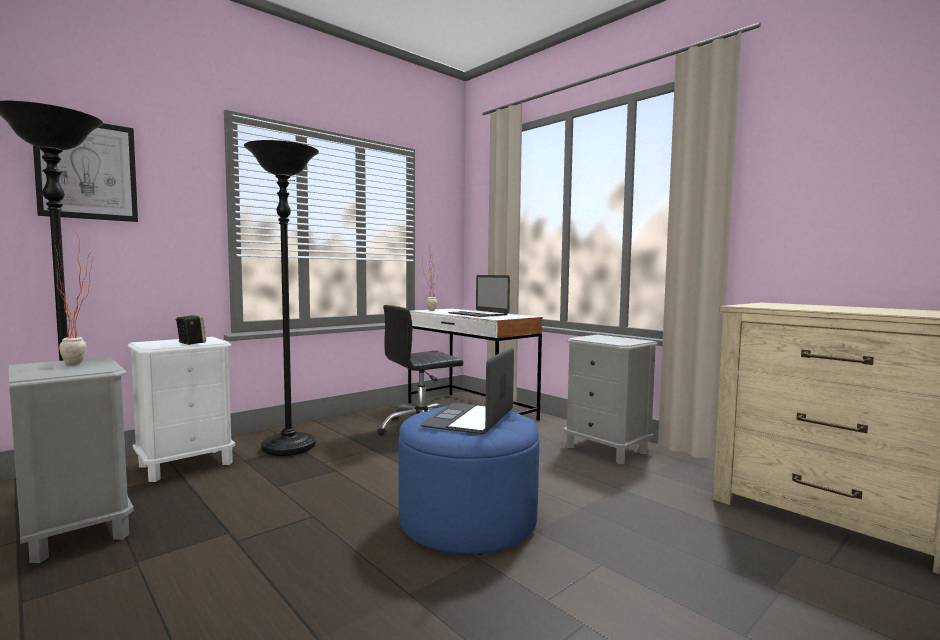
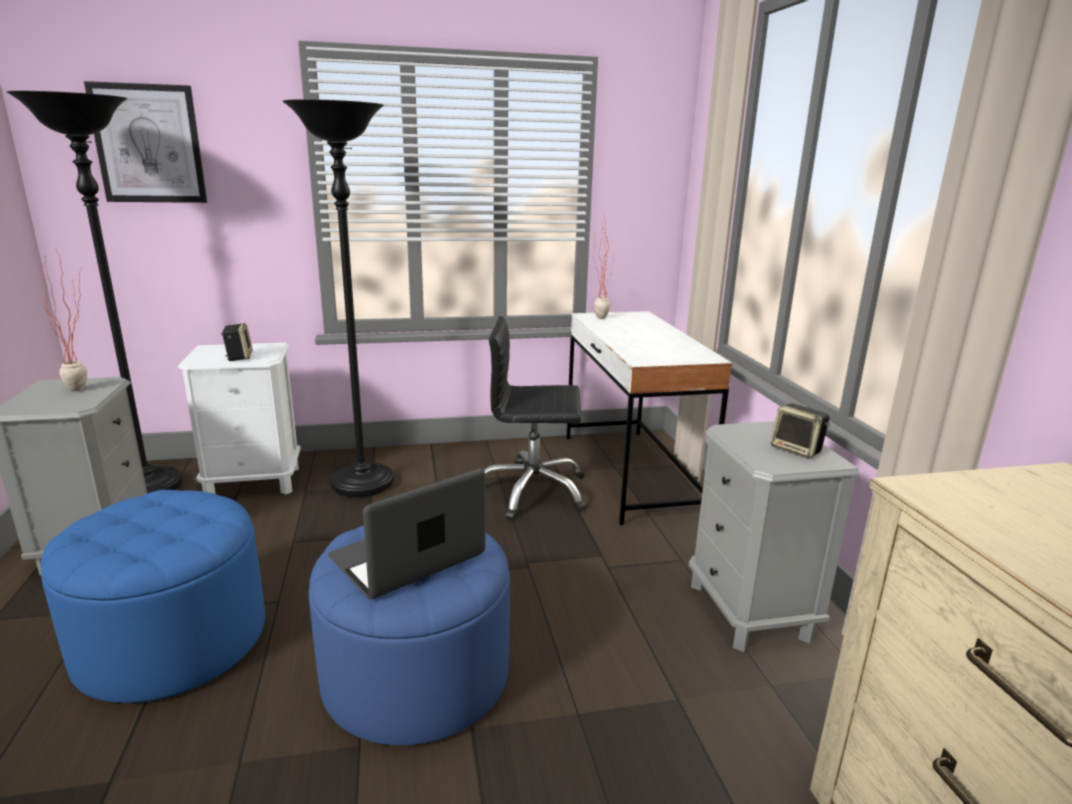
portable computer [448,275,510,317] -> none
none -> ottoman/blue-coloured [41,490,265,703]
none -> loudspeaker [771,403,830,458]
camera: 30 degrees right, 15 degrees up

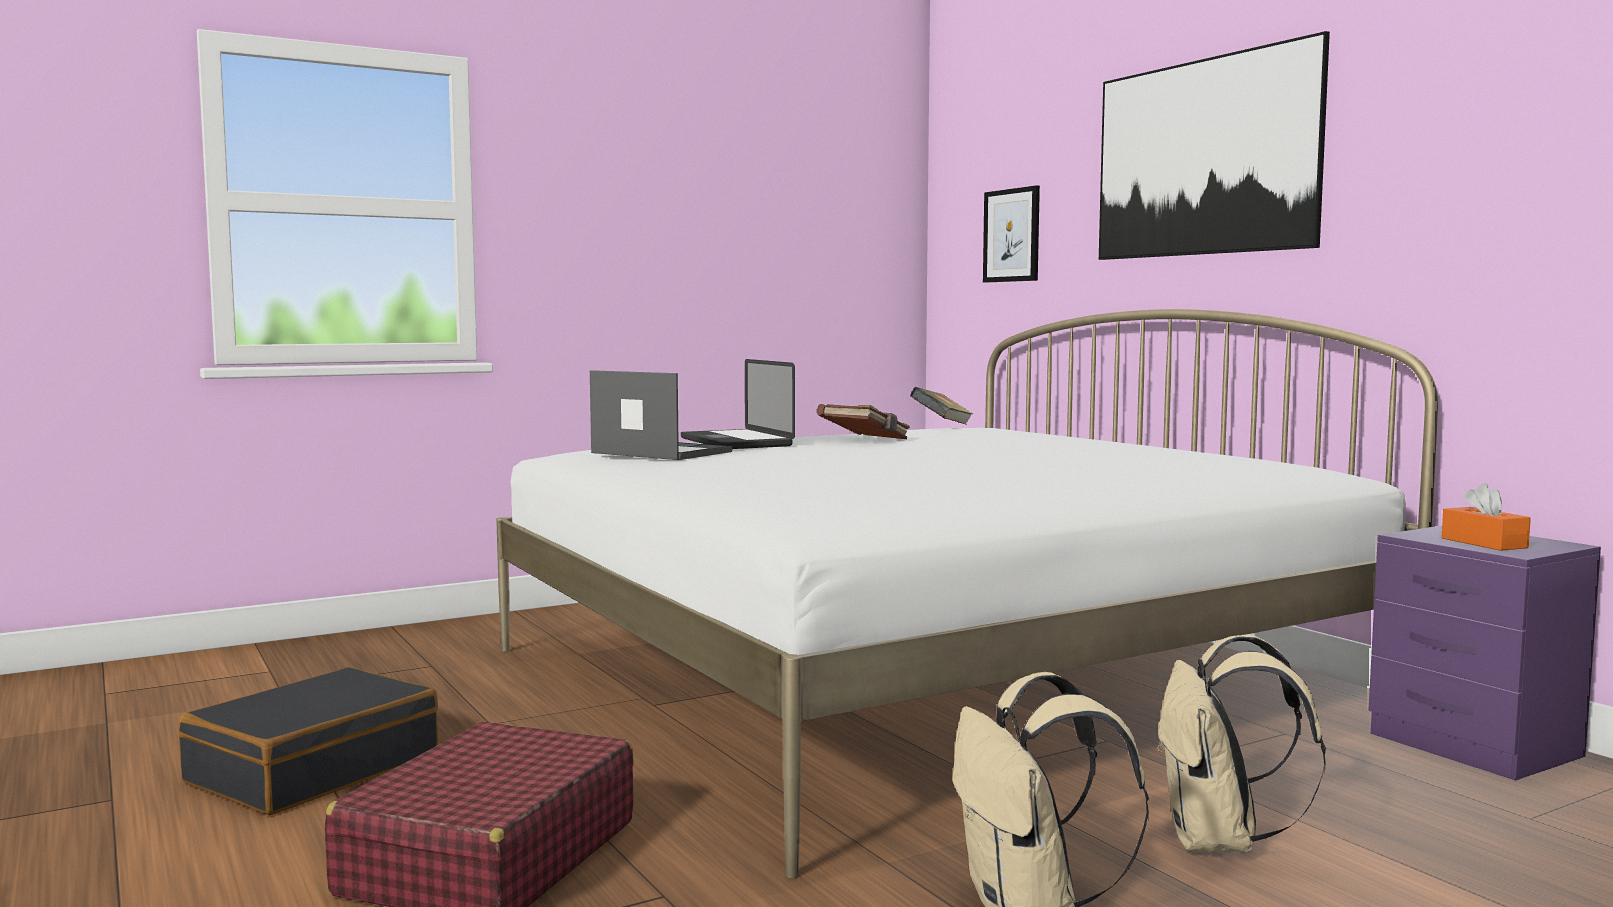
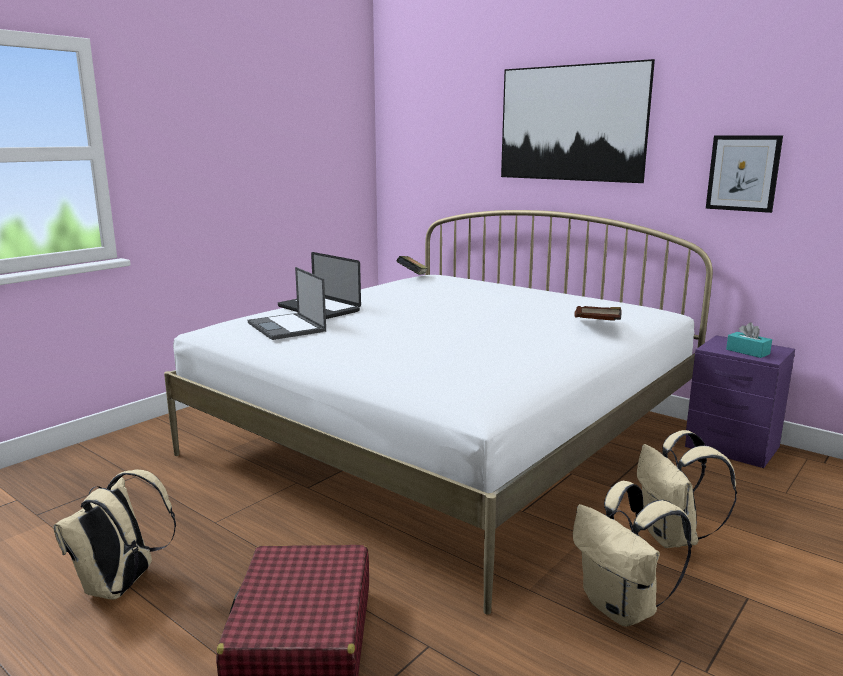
book/brown-coloured [817,404,910,439] -> book/brown-coloured [574,306,621,321], relocated
wall picture [983,185,1040,282] -> wall picture [706,136,783,213], relocated
travel case/blackish [179,667,438,815] -> knapsack/beige-coloured [53,470,176,600]
tissue holder/orangey [1441,483,1531,551] -> tissue holder/turquoise [726,323,772,358]
portable computer [590,370,732,460] -> portable computer [248,267,326,340], 135 degrees counterclockwise
camera: 20 degrees left, 10 degrees up

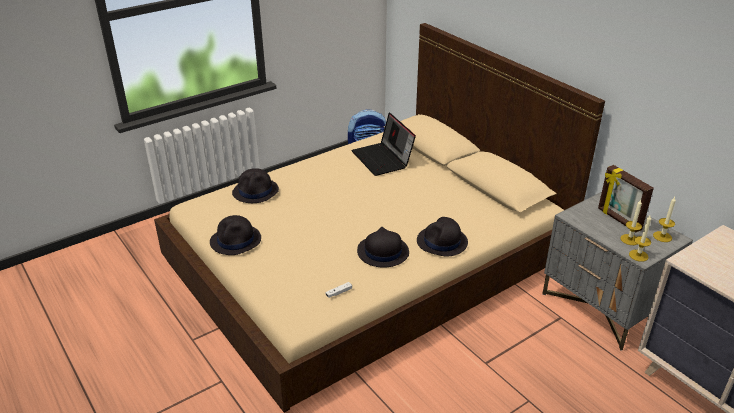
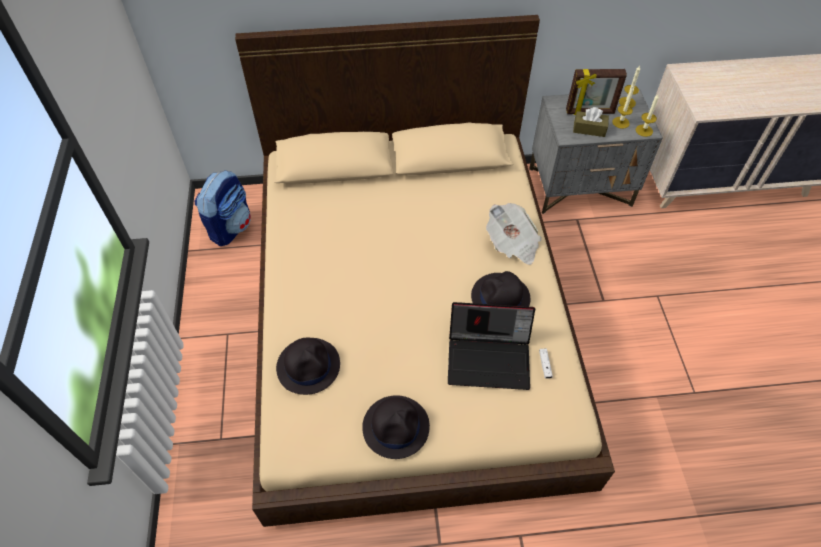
none -> tissue holder/brown-coloured [573,107,609,137]
portable computer [351,113,416,176] -> portable computer [448,302,535,390], relocated
hat/blackish [417,217,468,257] -> daily paper [486,203,542,265]
camera: 60 degrees left, 20 degrees up

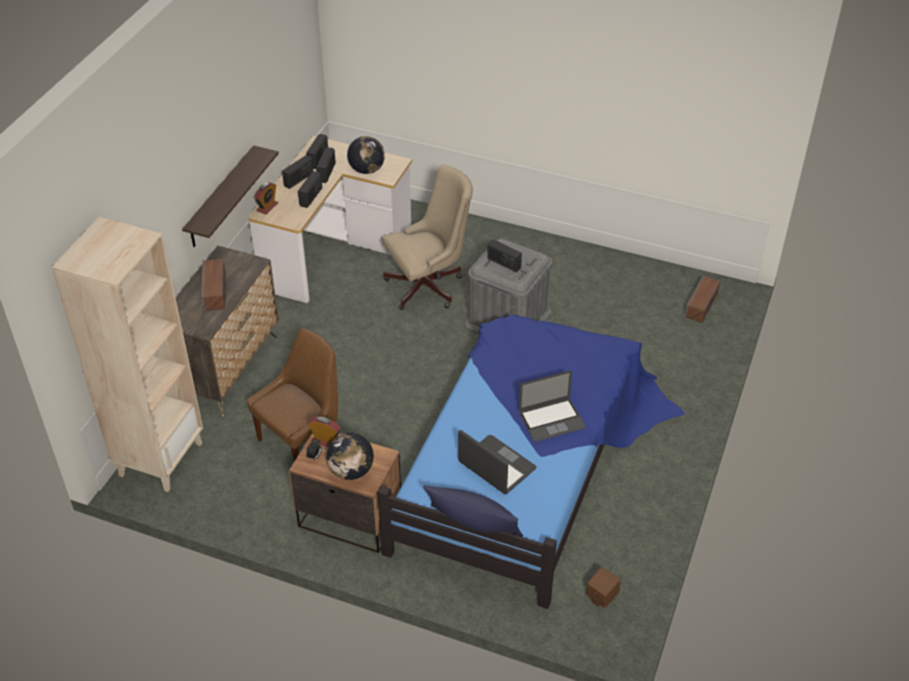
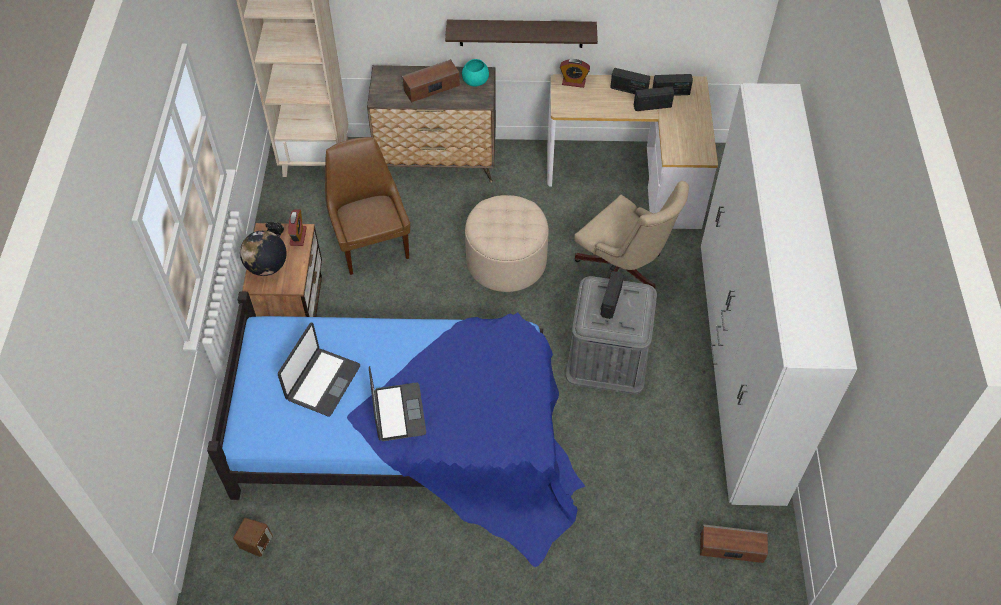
radio set [298,171,322,208] -> none
globe [347,136,385,174] -> none
throw pillow/blue-coloured [424,485,523,537] -> none
none -> deep dish/turquoise [462,59,489,86]
none -> ottoman/beige-coloured [465,195,549,292]
none -> armoire/white-coloured [701,83,857,506]
plain chair/brown-coloured [247,328,338,461] -> plain chair/brown-coloured [325,137,410,275], 135 degrees counterclockwise
portable computer [519,371,586,442] -> portable computer [369,366,426,441], 150 degrees counterclockwise
camera: 70 degrees right, 10 degrees up

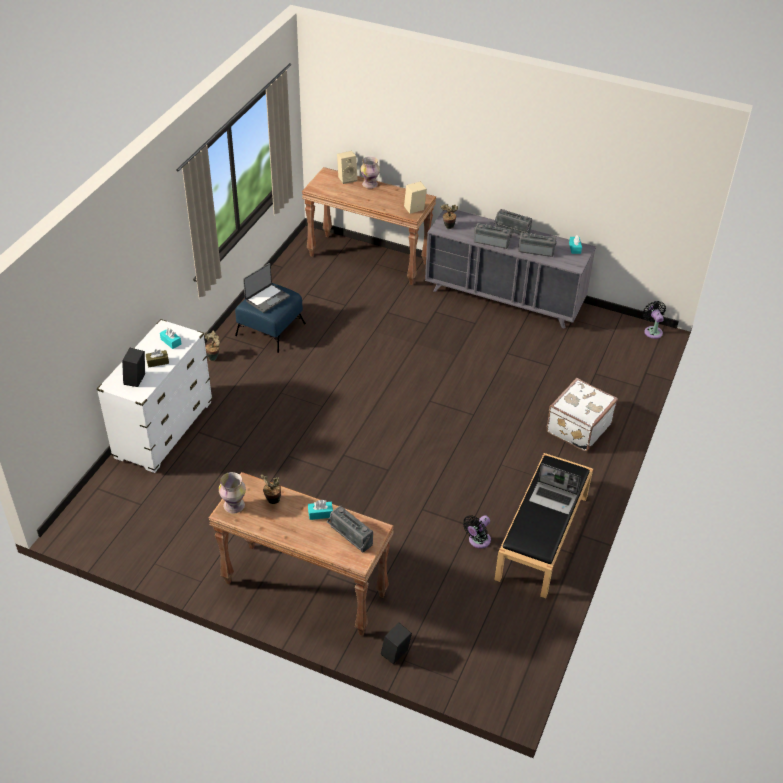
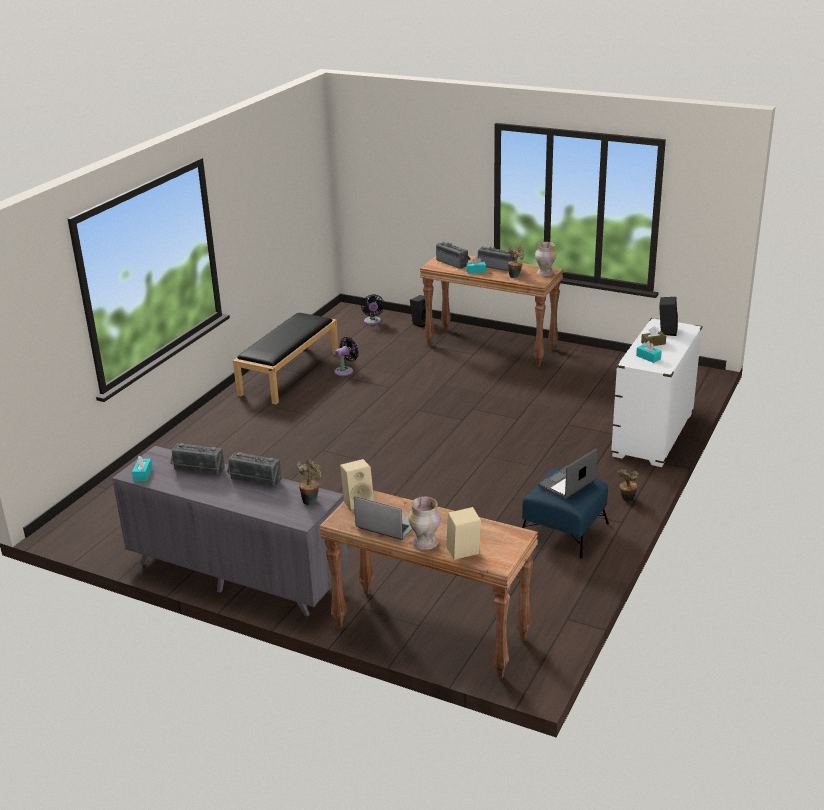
travel case/white-coloured [546,378,618,451] -> none
radio set [494,209,532,235] -> radio set [478,246,515,271], relocated
portable computer [529,463,581,515] -> portable computer [354,496,412,540], relocated
fan/blackish [642,301,666,339] -> fan/blackish [361,294,385,325], relocated
camera: 175 degrees left, 15 degrees down

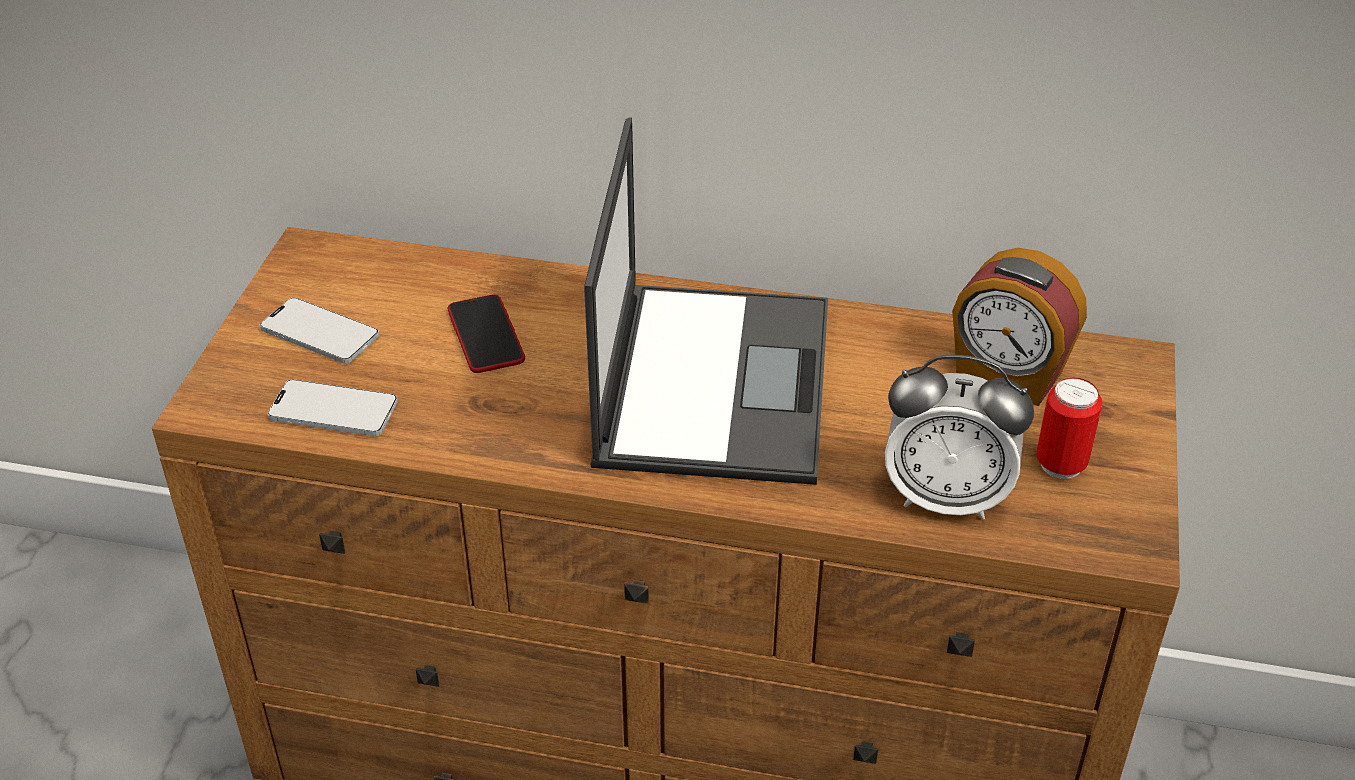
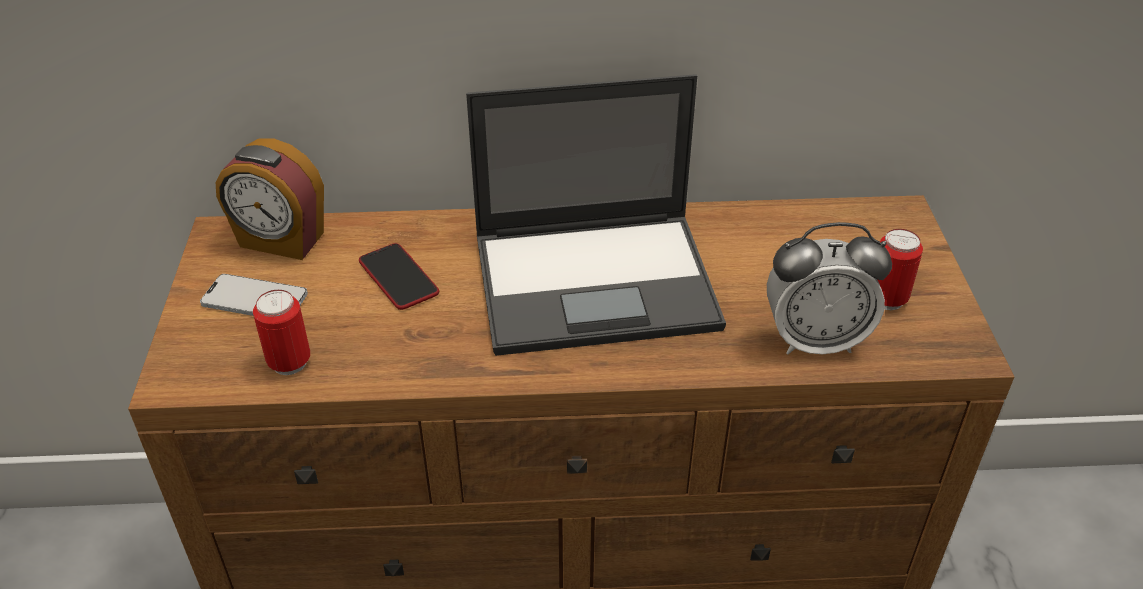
table clock [952,248,1087,406] -> table clock [216,138,324,260], relocated
handset [268,379,398,436] -> sealed can [253,290,310,375]
portable computer [584,117,828,485] -> portable computer [466,74,726,356], 90 degrees clockwise
camera: 15 degrees left, 0 degrees up

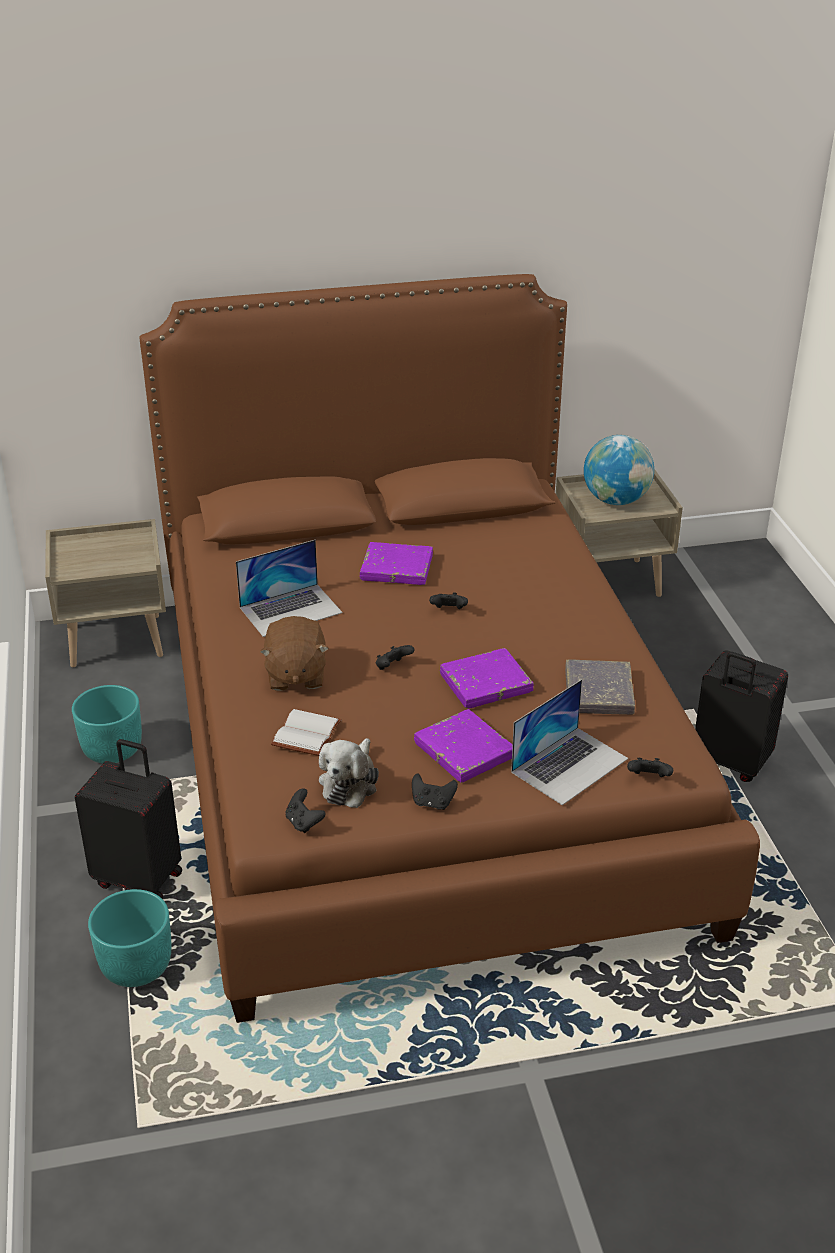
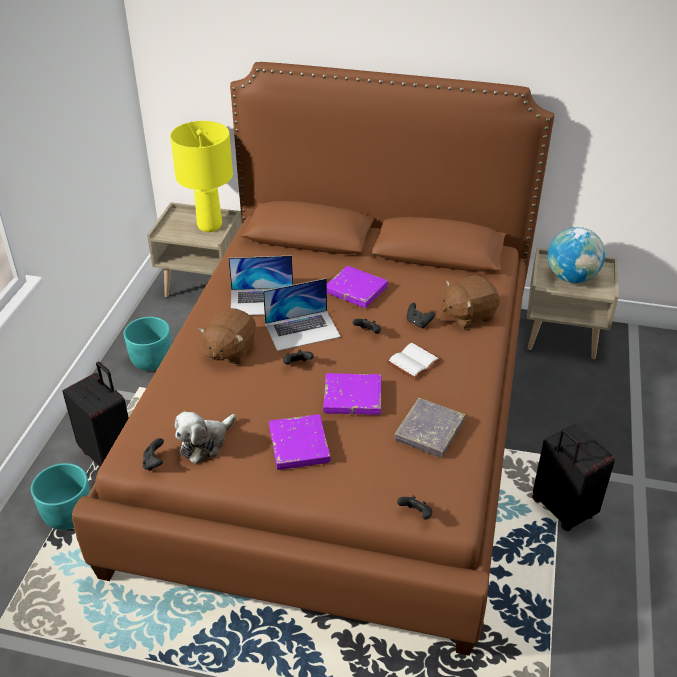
none -> lamp for a table/yellow [170,121,233,232]
none -> cuddly toy/brown-coloured [442,275,500,329]
book/white-coloured [271,709,342,756] -> book/white-coloured [387,343,441,379], relocated
joypad/blackish [412,774,458,810] -> joypad/blackish [406,303,435,328], relocated
portable computer [511,679,628,805] -> portable computer [263,278,341,351], relocated
camera: 25 degrees right, 5 degrees up

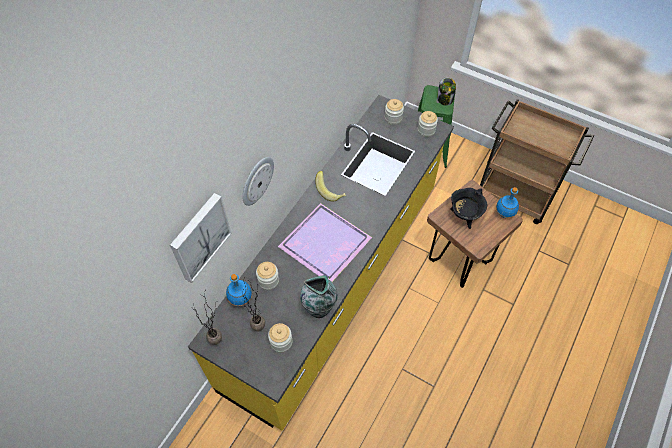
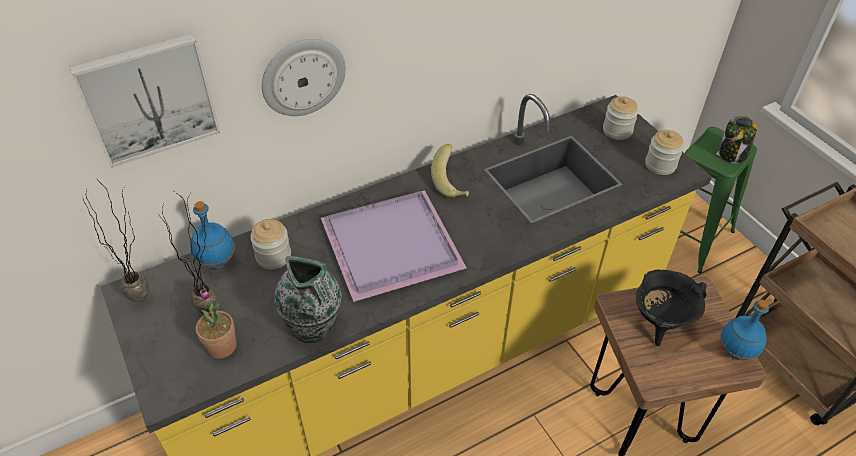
jar [268,323,292,352] -> potted plant [196,288,237,359]
camera: 30 degrees right, 10 degrees down

